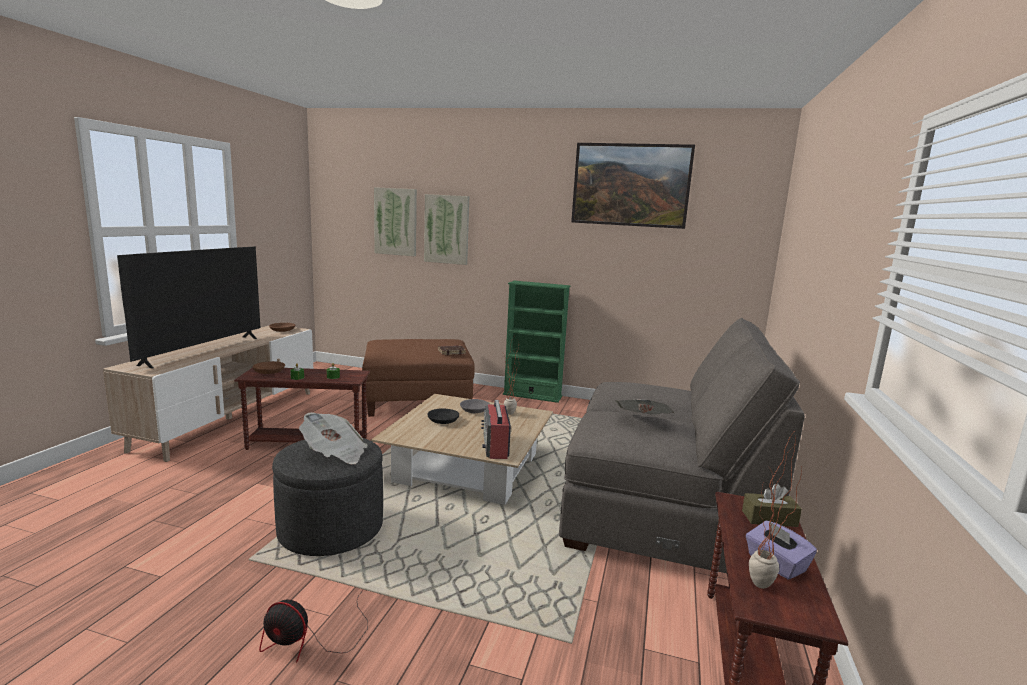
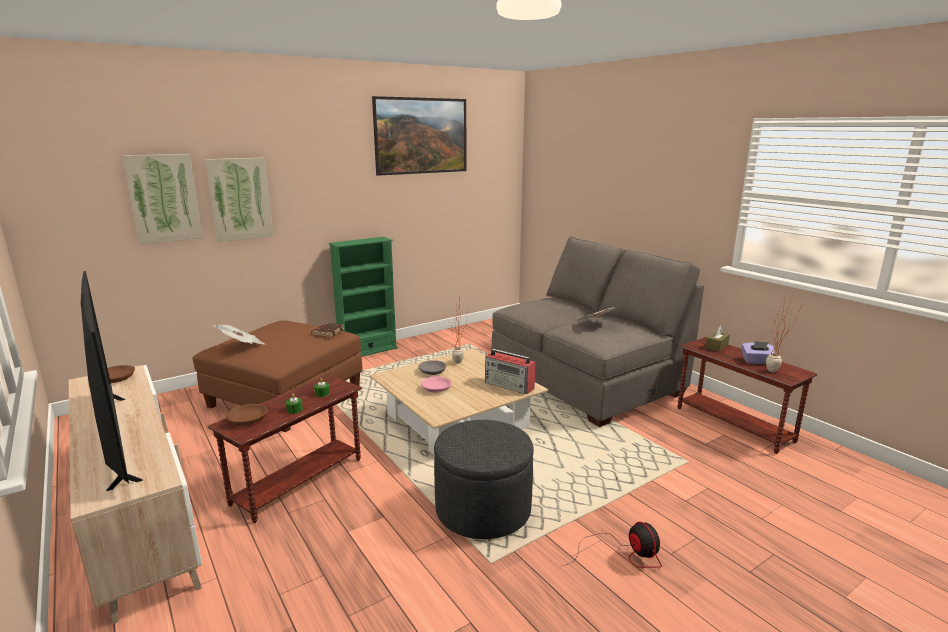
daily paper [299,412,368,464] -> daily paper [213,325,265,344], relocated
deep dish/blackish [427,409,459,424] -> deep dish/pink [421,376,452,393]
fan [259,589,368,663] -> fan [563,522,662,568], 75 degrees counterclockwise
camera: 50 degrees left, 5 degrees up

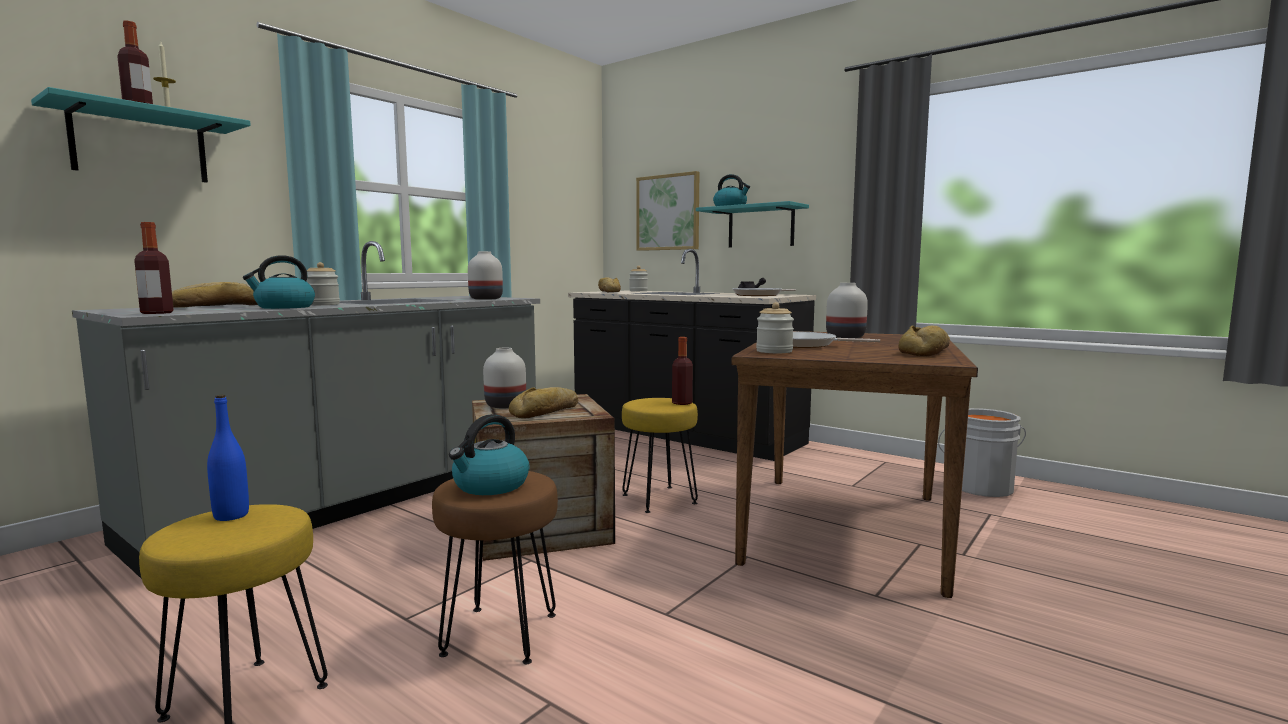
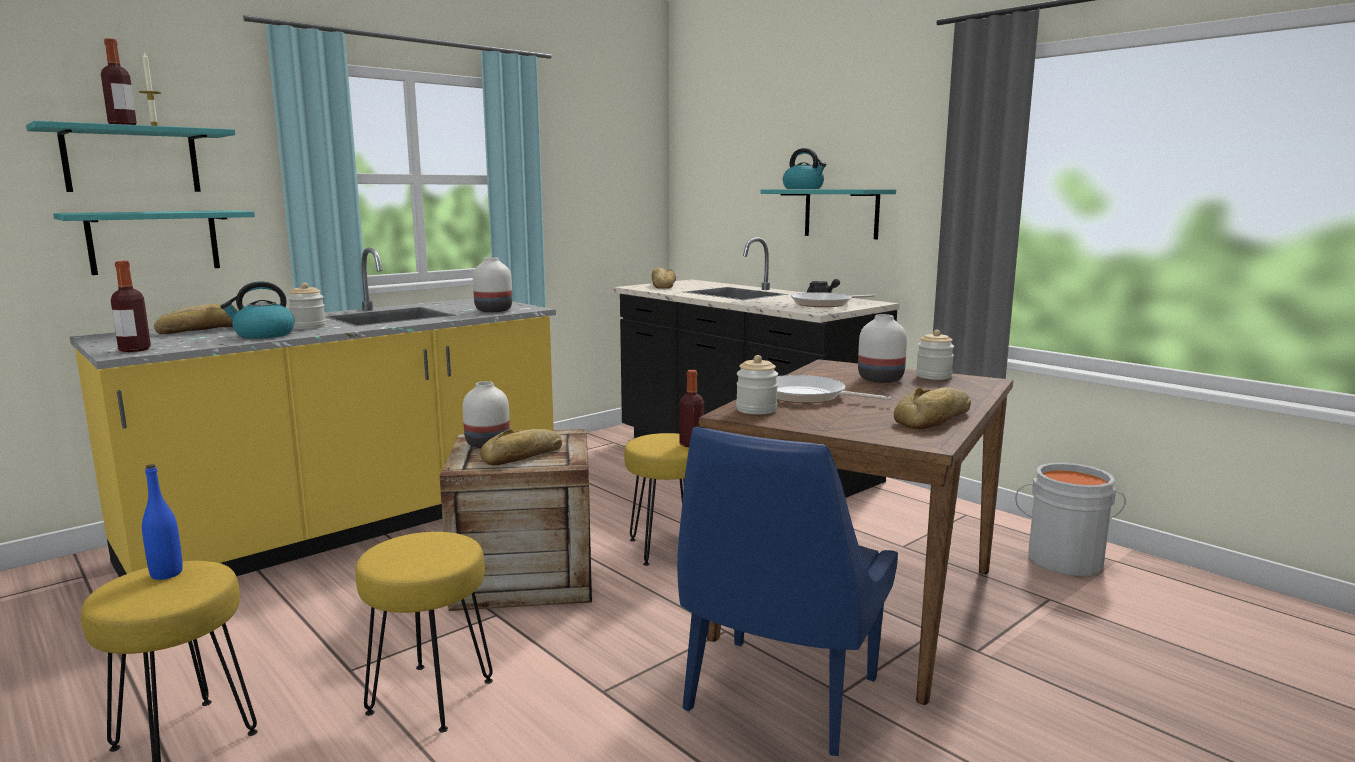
kettle [449,414,530,495] -> none
wall picture [636,171,699,251] -> none
none -> bracket shelf/turquoise [53,210,255,275]
none -> plain chair/blue-coloured [677,427,898,756]
jar [629,266,648,291] -> jar [916,330,954,380], relocated
kitchen counter/grey [72,241,540,579] -> kitchen counter/yellow [70,248,556,577]
stool/brown-coloured [432,471,558,664] -> stool/yellow [355,532,493,732]
camera: 10 degrees right, 5 degrees up

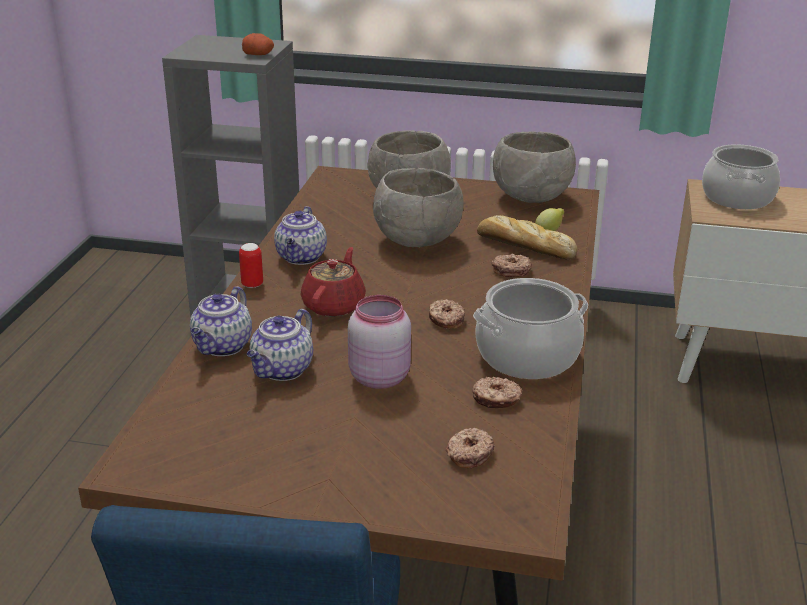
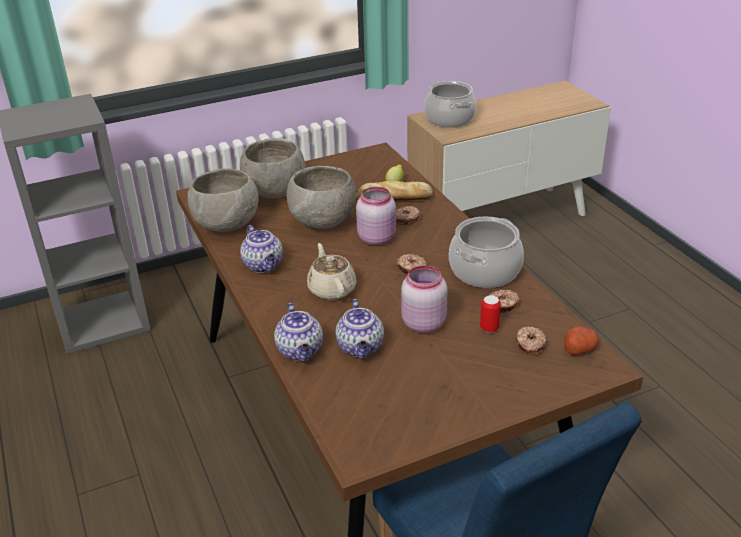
none -> jar/pink [356,187,396,245]
sealed can [239,243,263,288] -> sealed can [480,295,501,333], relocated
spud [242,33,274,55] -> spud [564,326,599,355], relocated
deep dish/grey [493,131,576,203] -> deep dish/grey [187,168,259,232], relocated
pot for tea/red [301,247,366,317] -> pot for tea/beige-coloured [307,243,357,300]
camera: 35 degrees left, 5 degrees up

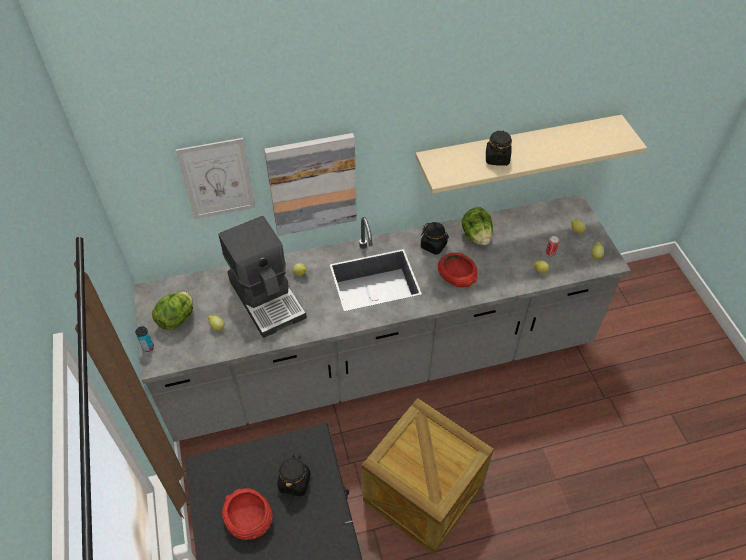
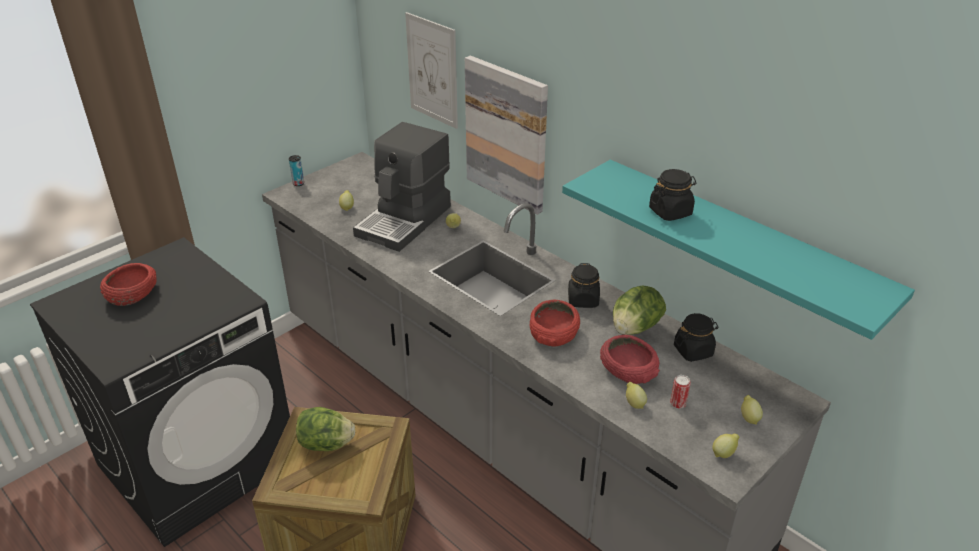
none -> deep dish/red [600,335,660,384]
head of lettuce [152,291,193,330] -> head of lettuce [296,407,355,451], relocated
jar/blackish [277,454,311,496] -> jar/blackish [674,313,719,362], relocated
bracket shelf/beige-coloured [415,115,647,194] -> bracket shelf/turquoise [562,160,915,340]
camera: 60 degrees right, 15 degrees down

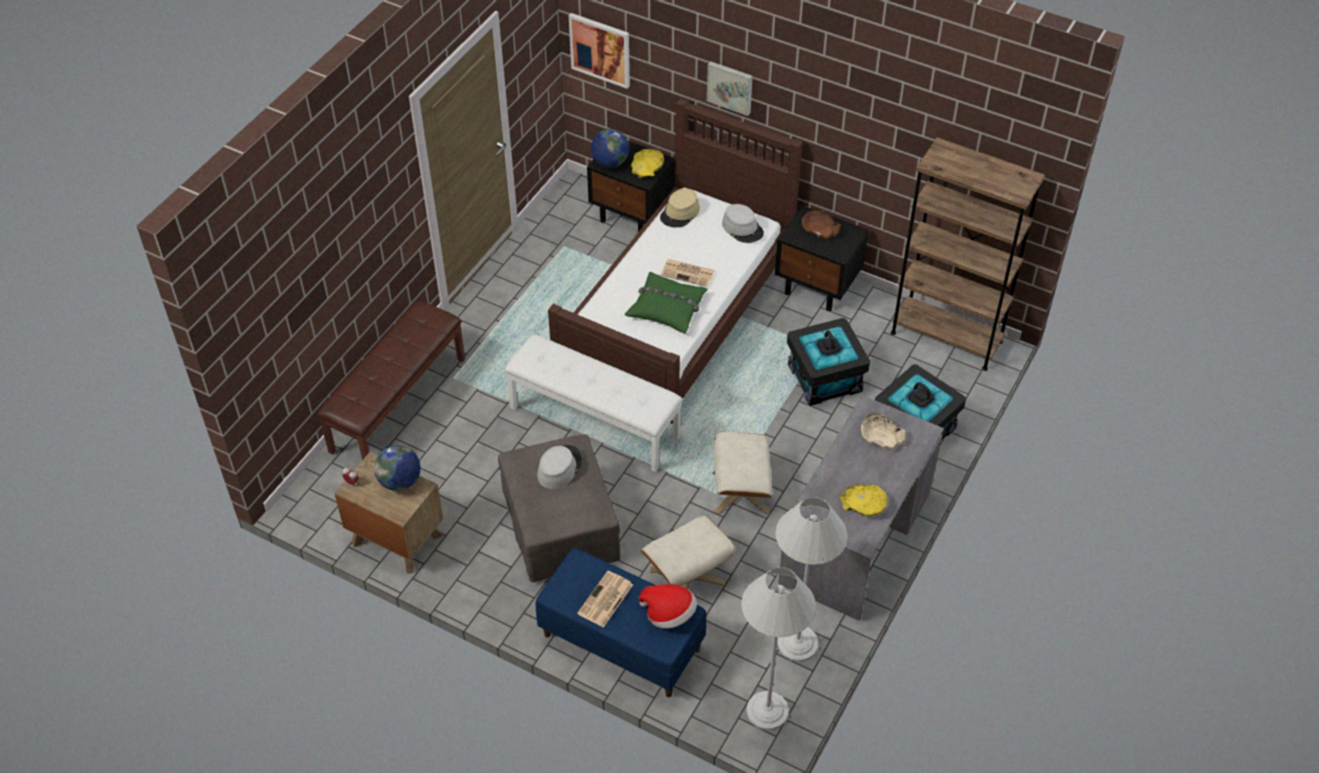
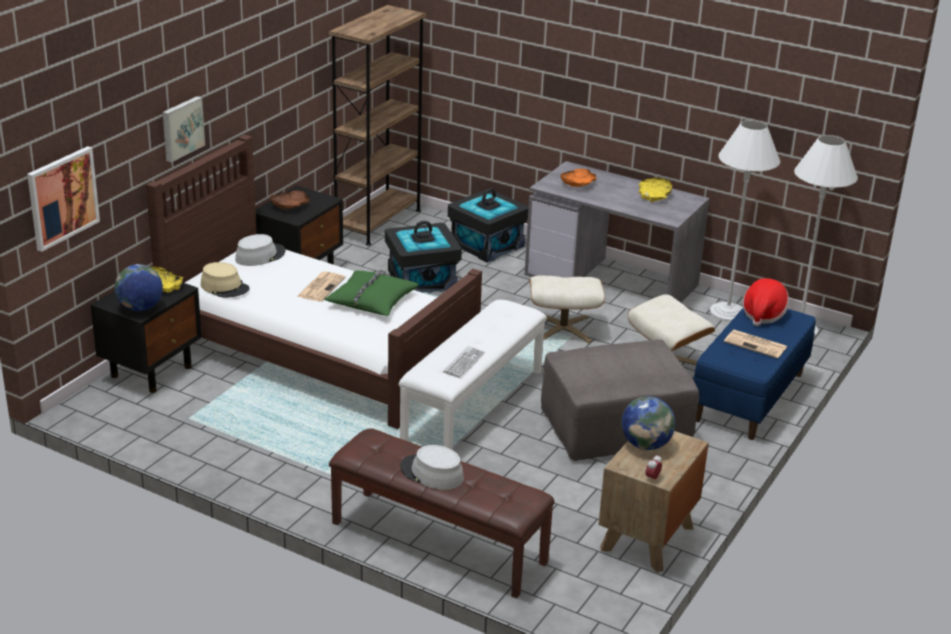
none -> keyboard [443,346,485,378]
hat/grey [537,445,582,489] -> hat/grey [400,445,464,490], relocated
deep dish/beige-coloured [861,413,905,450] -> deep dish/orangey [561,168,596,187]
camera: 90 degrees left, 20 degrees down

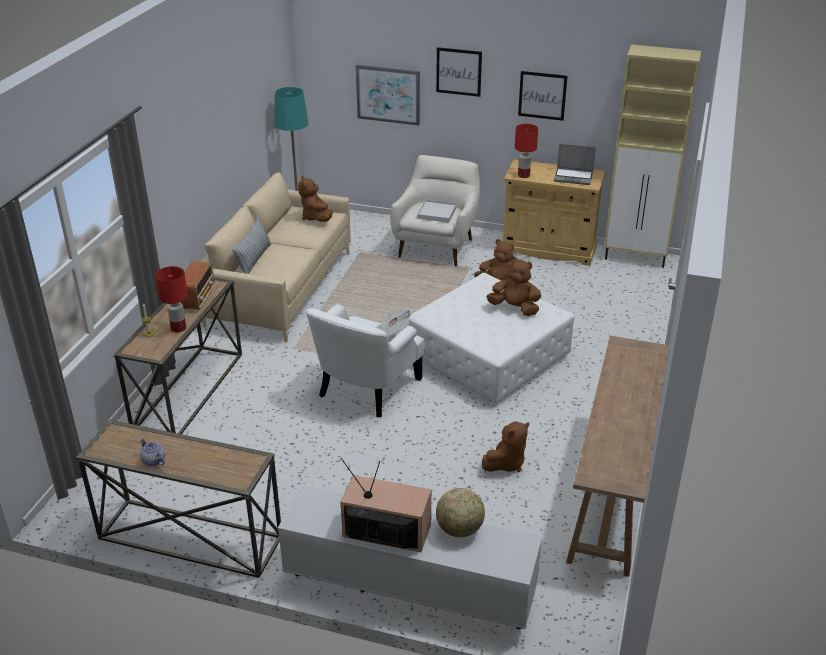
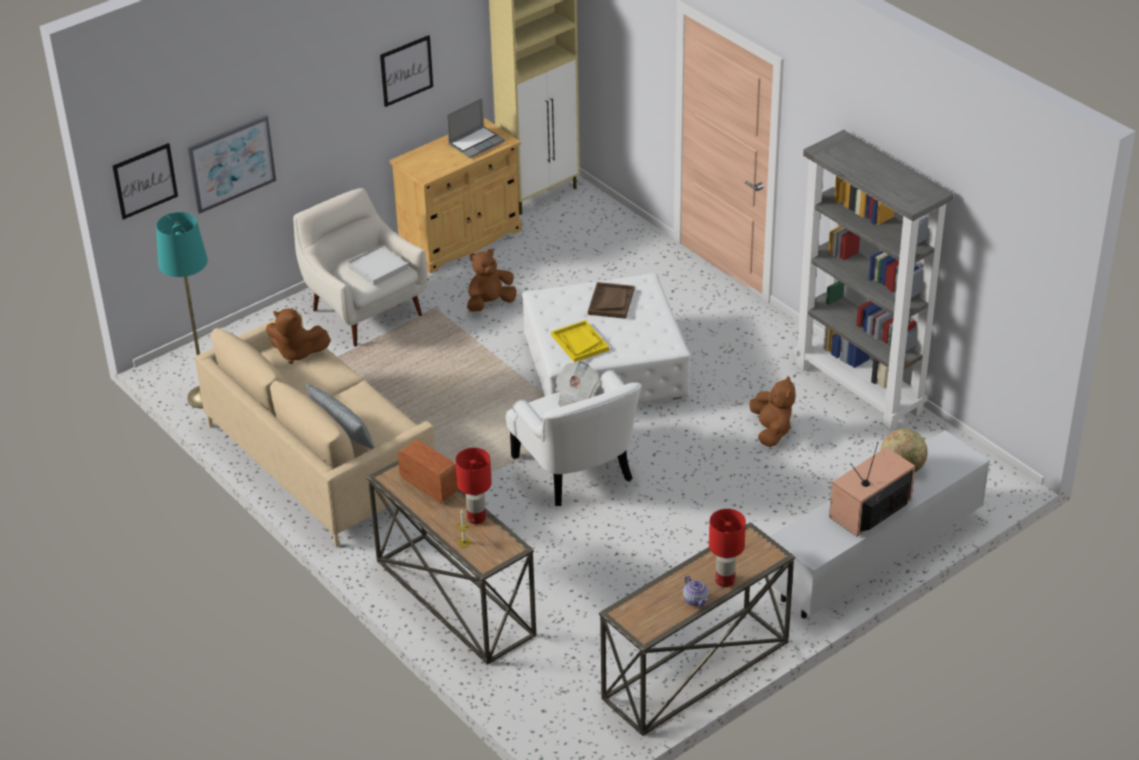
none -> carrying tray/yellow [551,320,609,362]
wall picture [436,47,482,97] -> wall picture [113,143,178,220], relocated
lamp for a table/red [515,124,538,178] -> lamp for a table/red [709,509,746,587], relocated
cuddly toy/brown-coloured [486,257,541,316] -> carrying tray/brown-coloured [588,282,634,319]
hall table/brown-coloured [566,336,669,577] -> bookcase/grey [794,130,954,431]
pot for tea [140,438,165,466] -> pot for tea [683,575,709,607], 105 degrees counterclockwise
camera: 55 degrees left, 5 degrees up

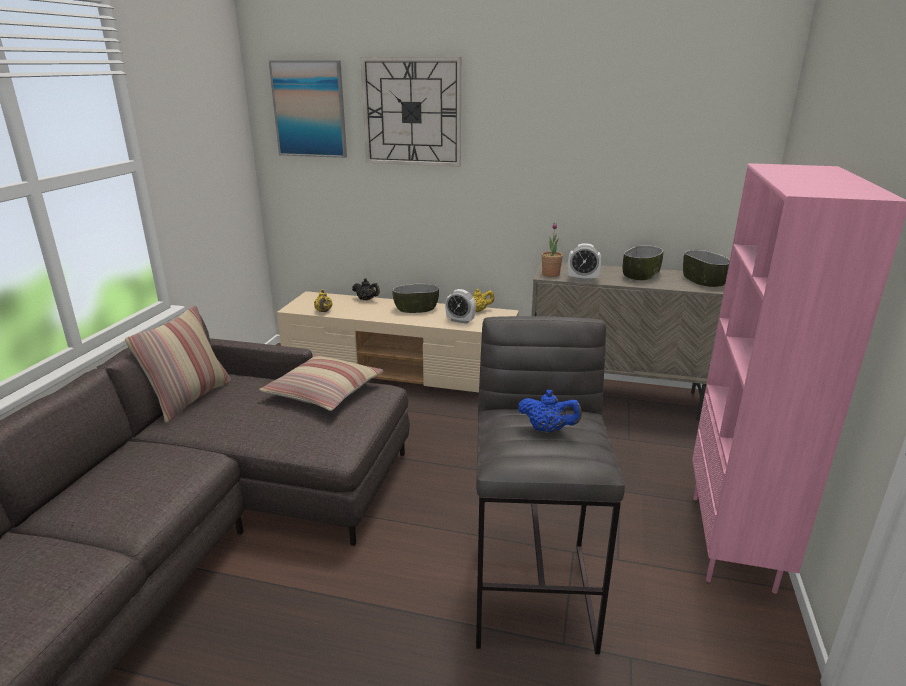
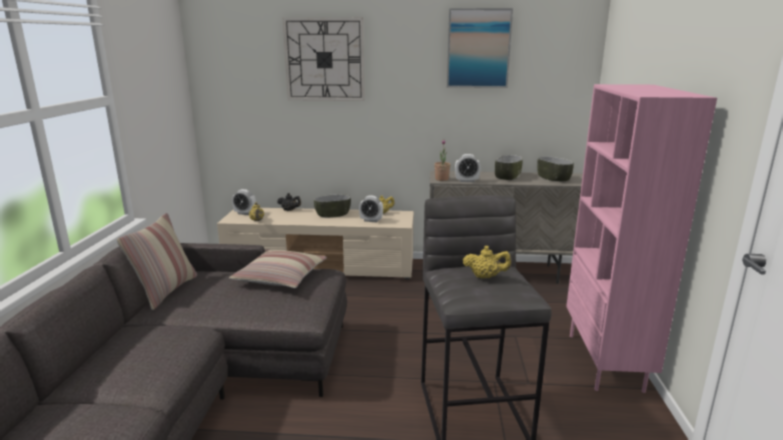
none -> table clock [232,189,256,215]
wall picture [269,60,347,158] -> wall picture [447,8,513,88], relocated
pot for tea/blue-coloured [518,390,582,433] -> pot for tea/yellow [463,246,512,279]
camera: 10 degrees left, 5 degrees down

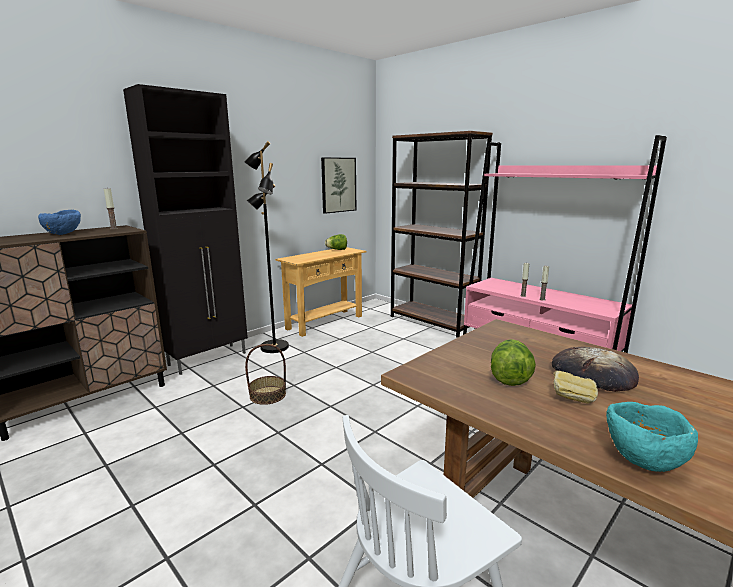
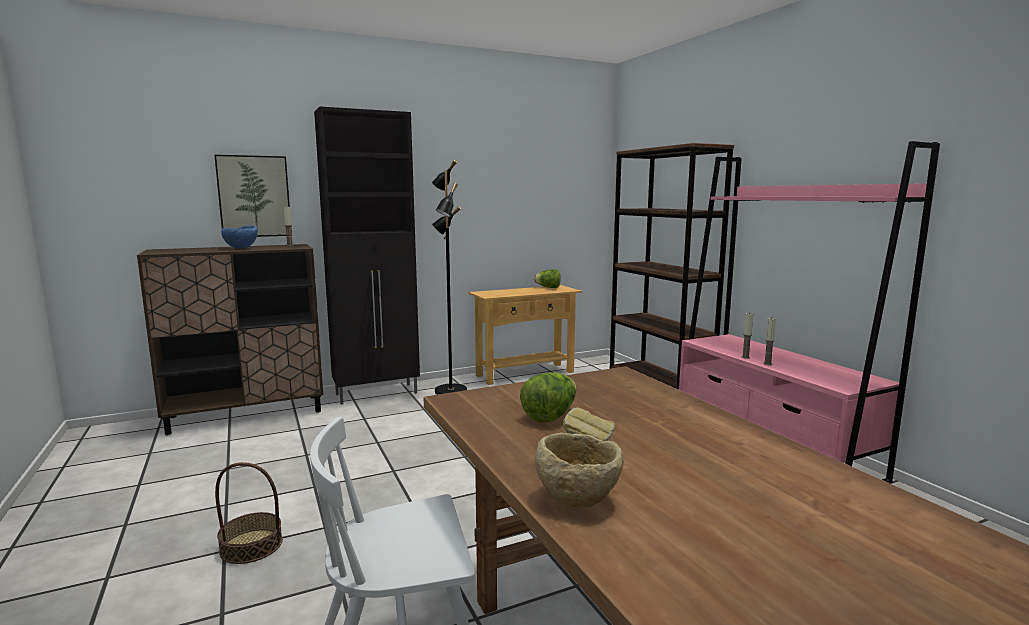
bread [552,347,639,392] -> none
household basket [245,344,286,405] -> household basket [215,462,283,564], relocated
wall picture [321,157,356,214] -> wall picture [214,155,292,237], relocated
deep dish/turquoise [606,402,698,472] -> deep dish/beige-coloured [535,433,624,508]
camera: 20 degrees right, 5 degrees down

